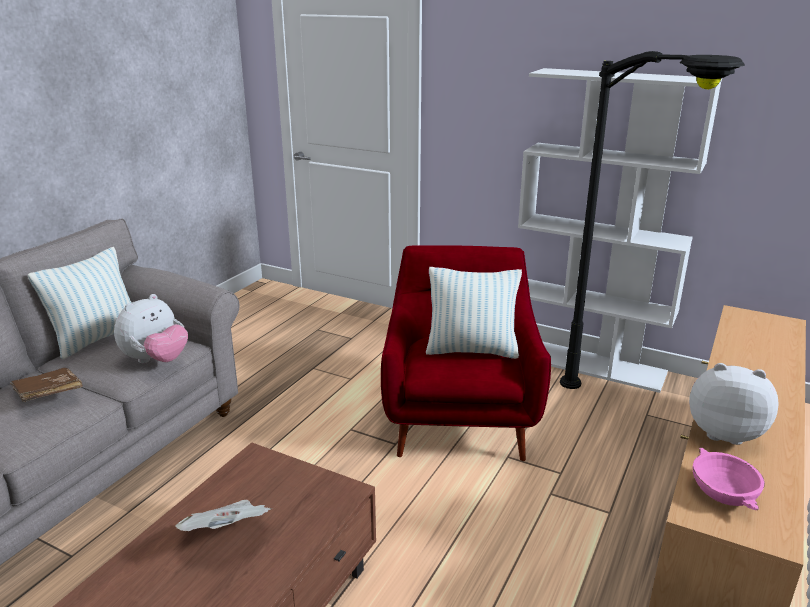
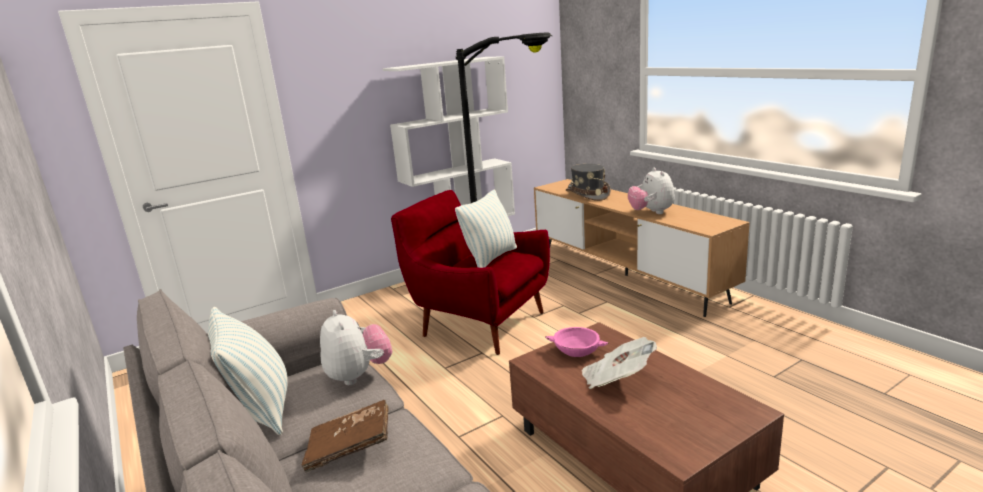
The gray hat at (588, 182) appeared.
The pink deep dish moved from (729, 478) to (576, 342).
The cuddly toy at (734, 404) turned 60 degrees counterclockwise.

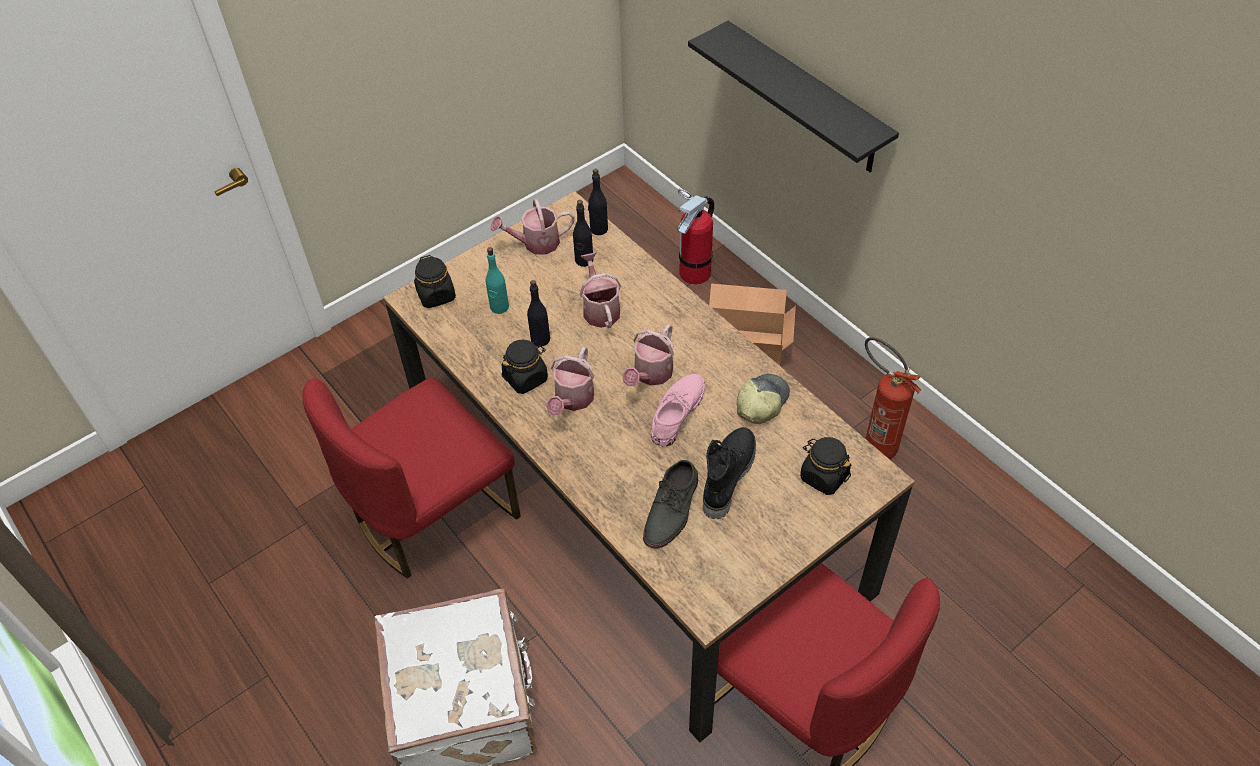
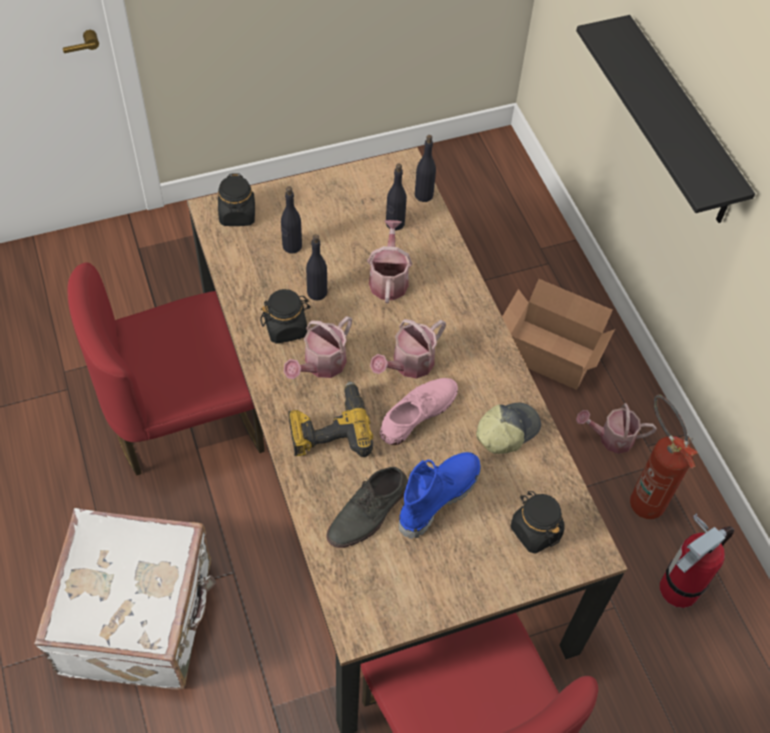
The power drill at (330, 419) appeared.
The sprinkling can moved from (532, 227) to (616, 428).
The fire extinguisher moved from (696, 236) to (697, 561).
The blue-green drink bottle at (497, 280) became the black drink bottle at (291, 220).
The black high-top boot at (729, 473) became the blue high-top boot at (440, 495).

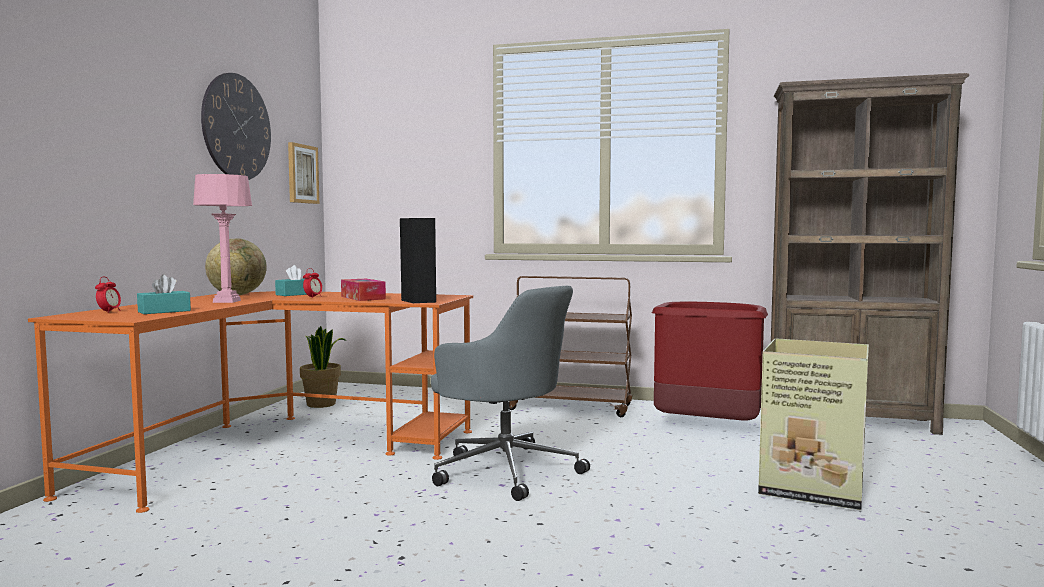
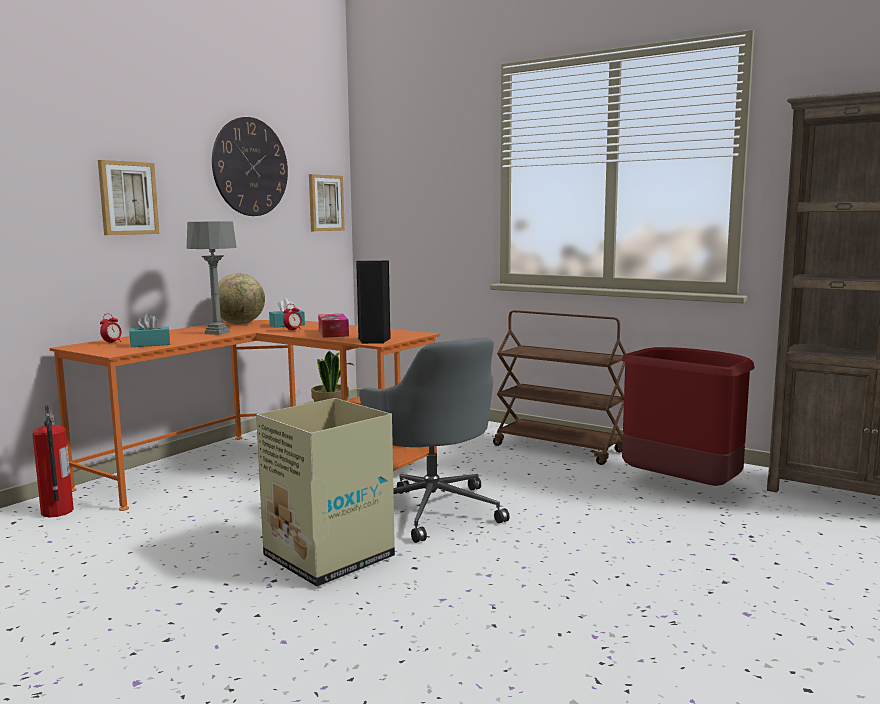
The fire extinguisher at (53, 461) appeared.
The picture at (128, 197) appeared.
The packing box moved from (813, 424) to (325, 492).
The pink table lamp at (222, 238) became the gray table lamp at (212, 278).

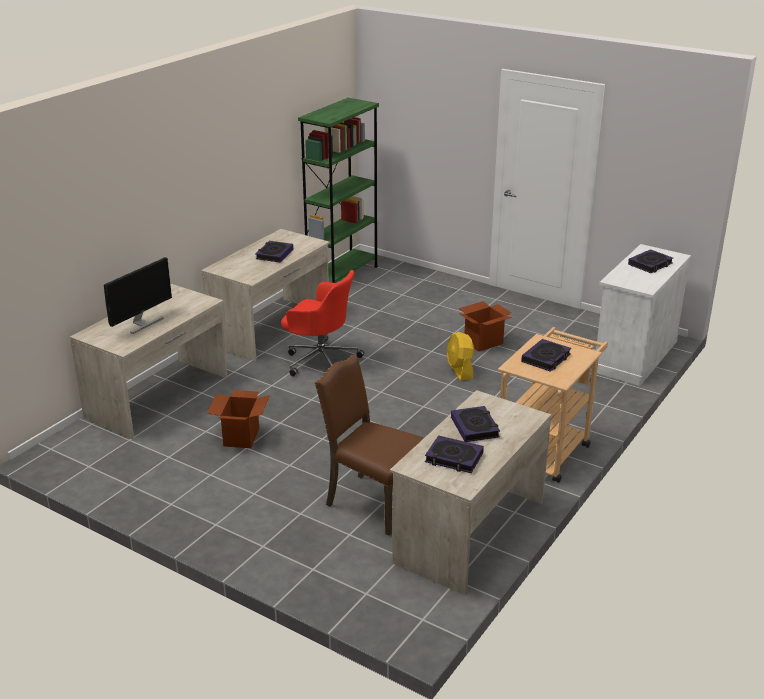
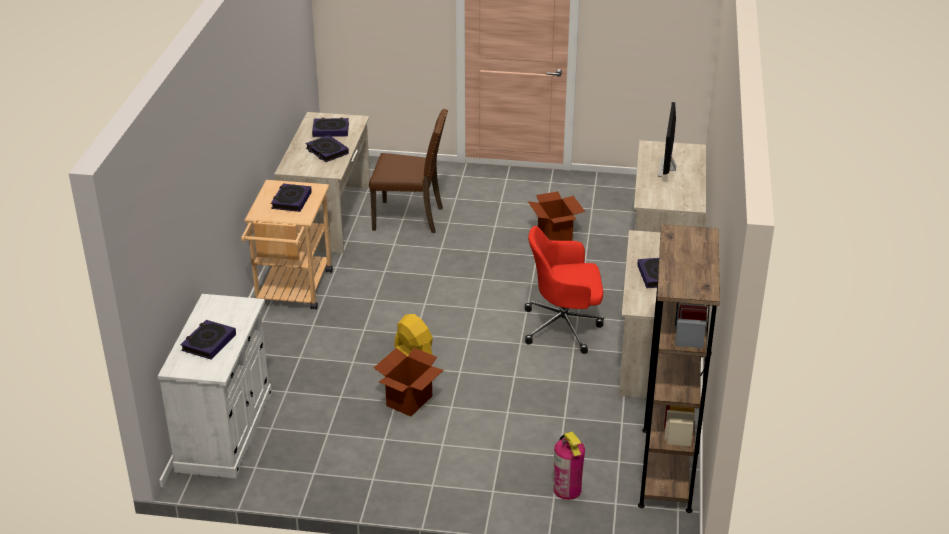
The fire extinguisher at (569, 466) appeared.
The greenish bookshelf at (338, 190) became the brownish bookshelf at (679, 368).

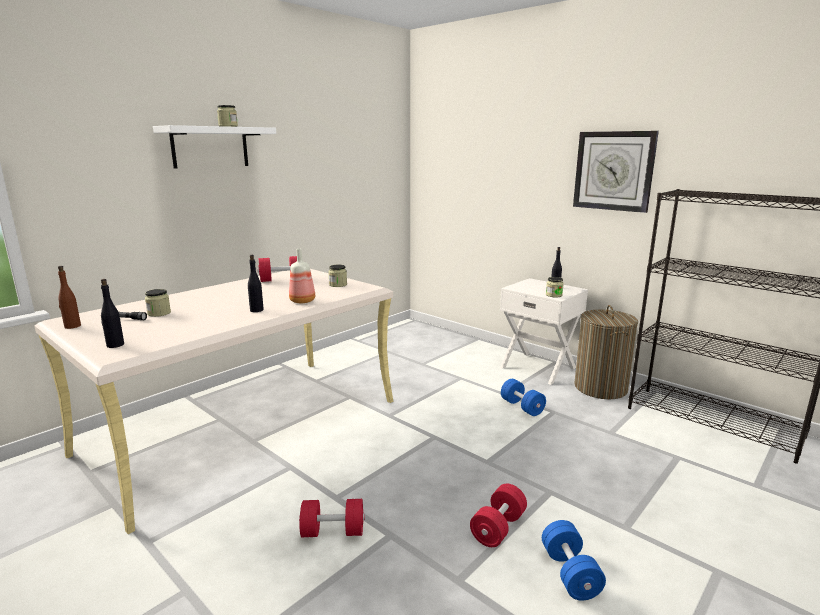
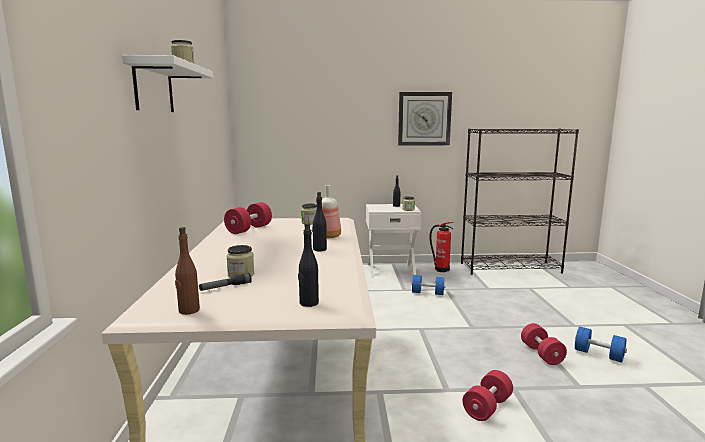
The washing basket at (606, 352) was replaced by the fire extinguisher at (441, 247).

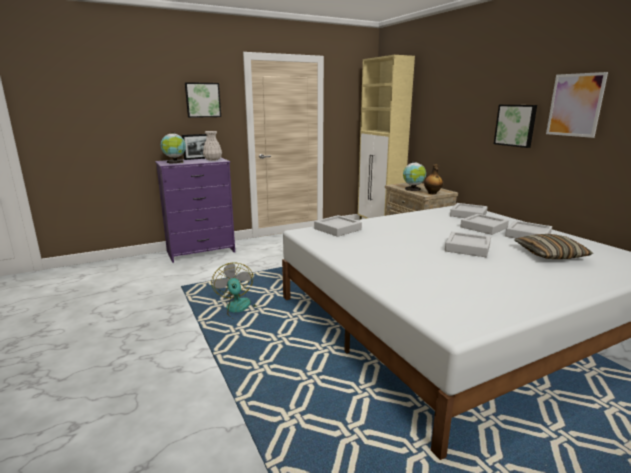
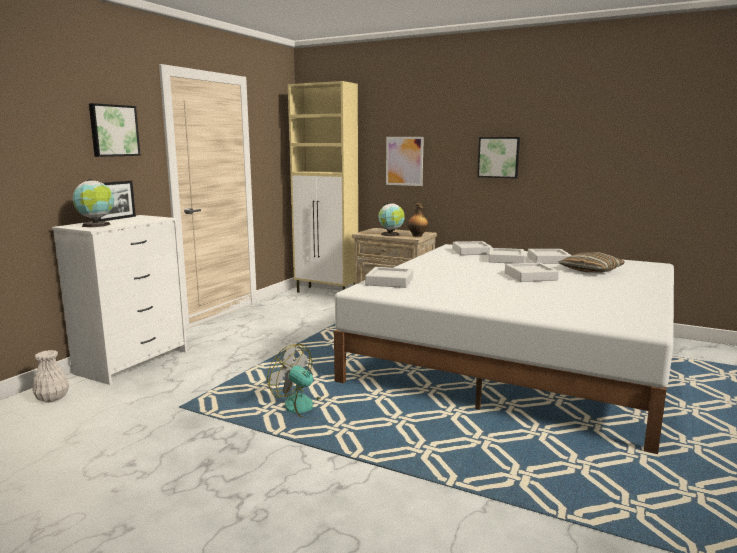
The whitish vase moved from (212, 146) to (50, 376).
The picture moved from (577, 105) to (405, 161).
The purple dresser at (195, 210) became the whitish dresser at (119, 300).

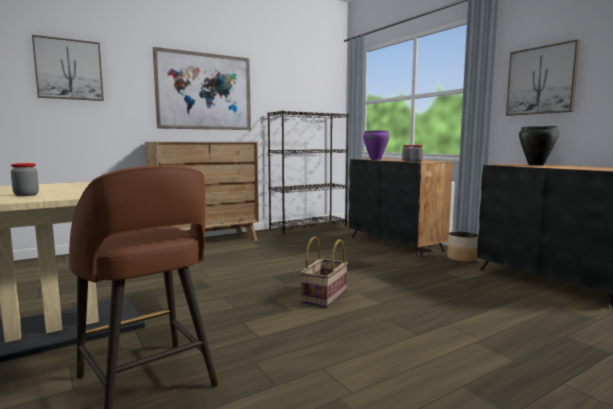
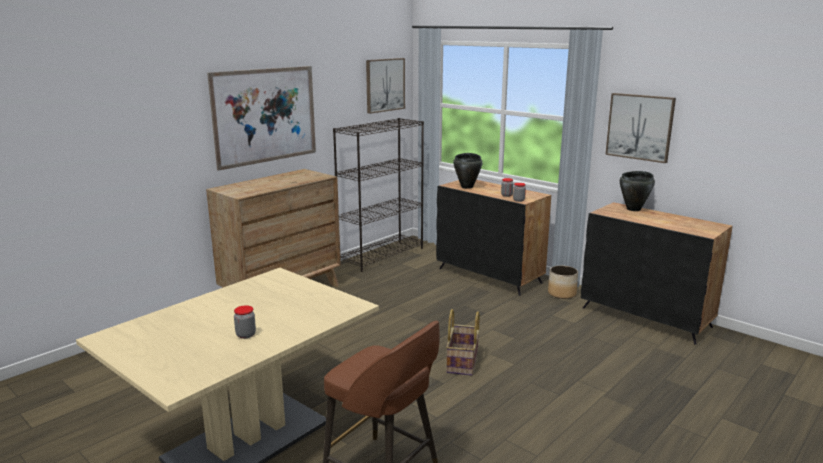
The picture moved from (68, 68) to (385, 86).
The purple saucepot at (376, 145) became the black saucepot at (468, 171).

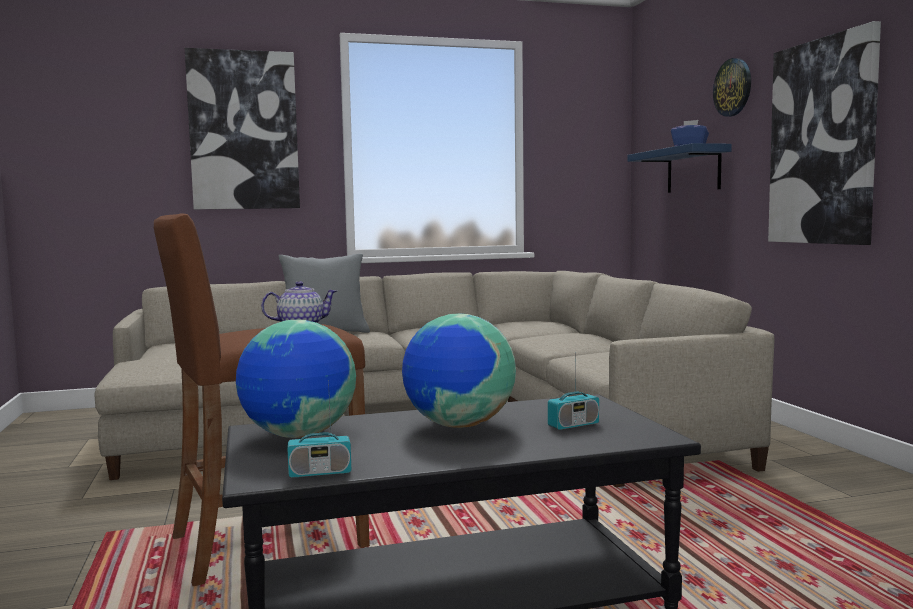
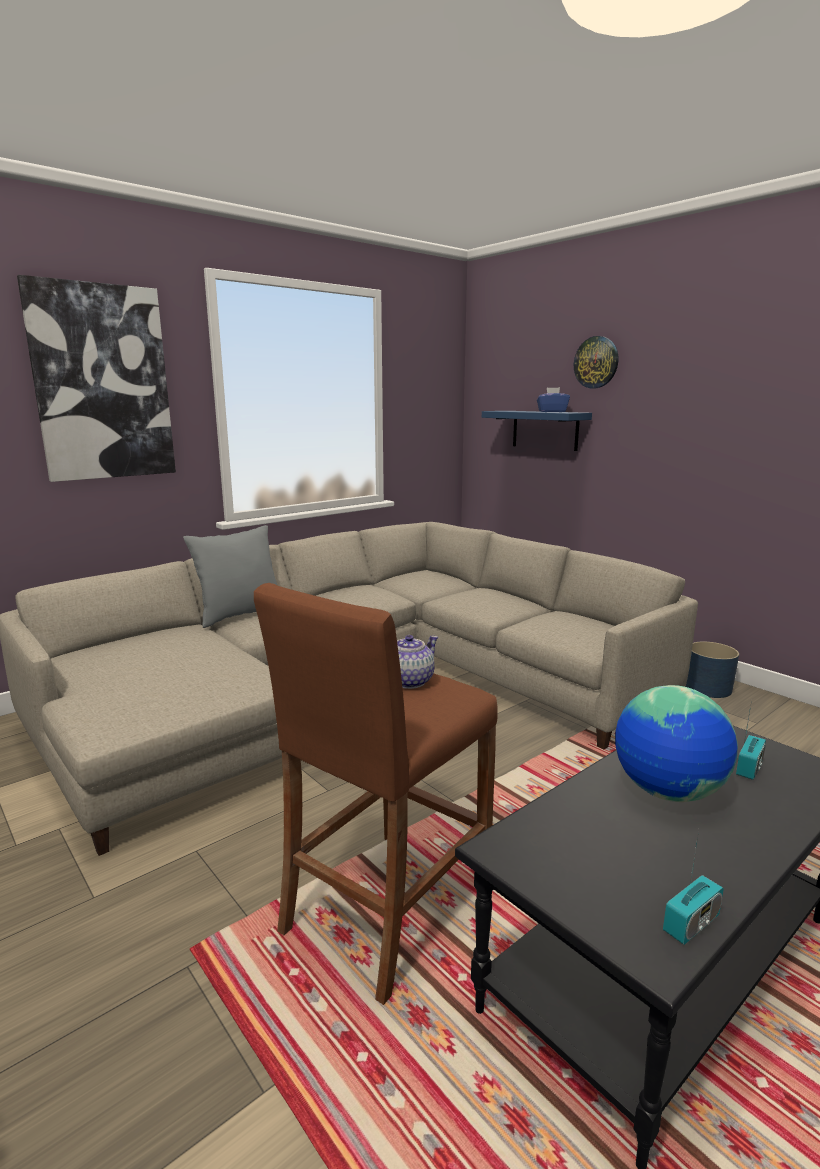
The globe at (296, 379) disappeared.
The picture at (824, 133) disappeared.
The blue plant pot at (712, 670) appeared.

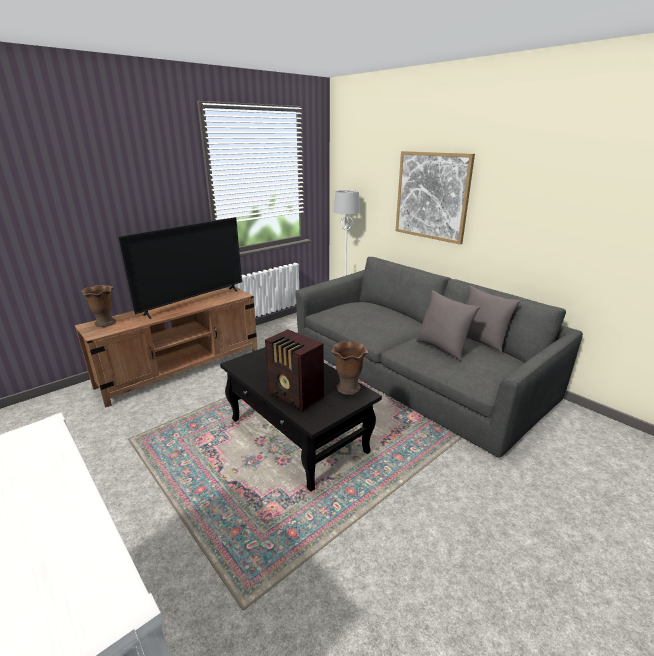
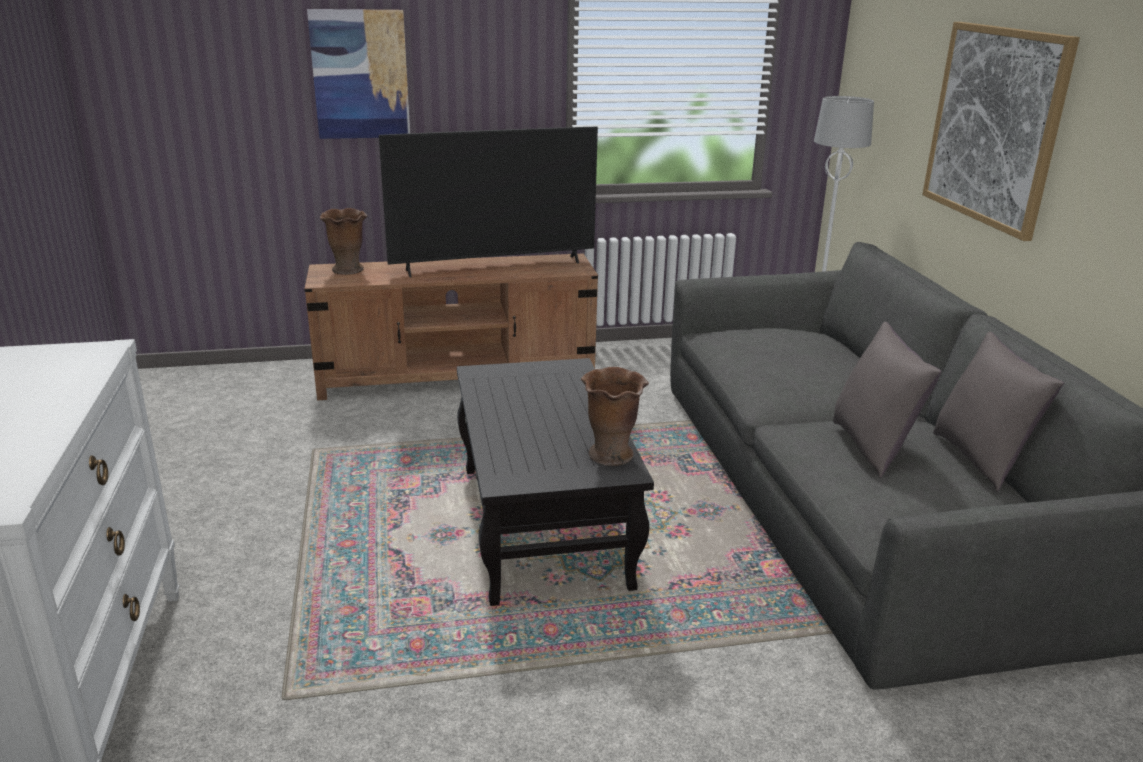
The radio receiver at (294, 370) disappeared.
The picture at (358, 74) appeared.

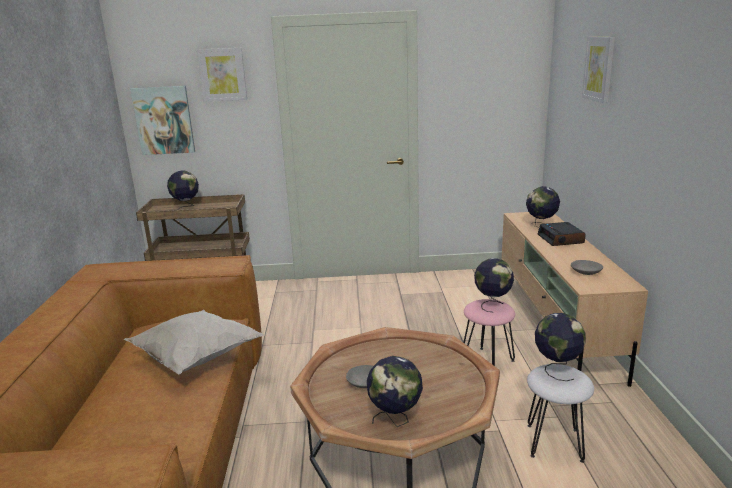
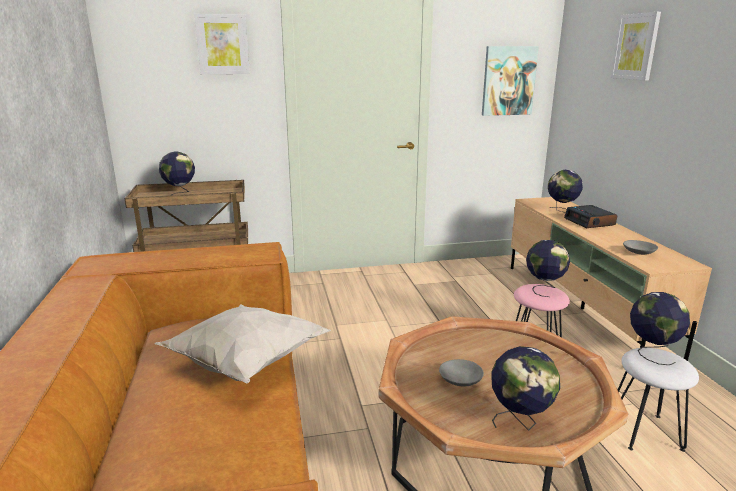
The picture moved from (162, 120) to (510, 81).

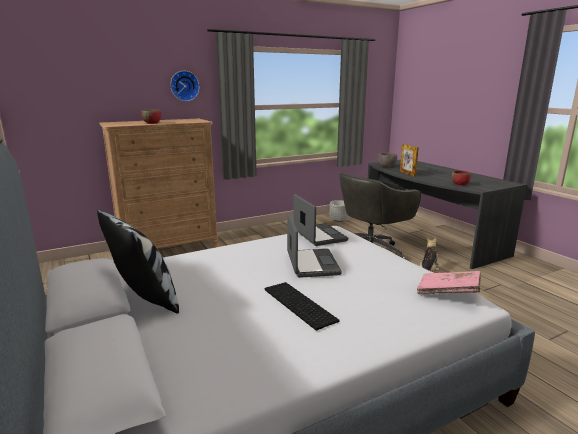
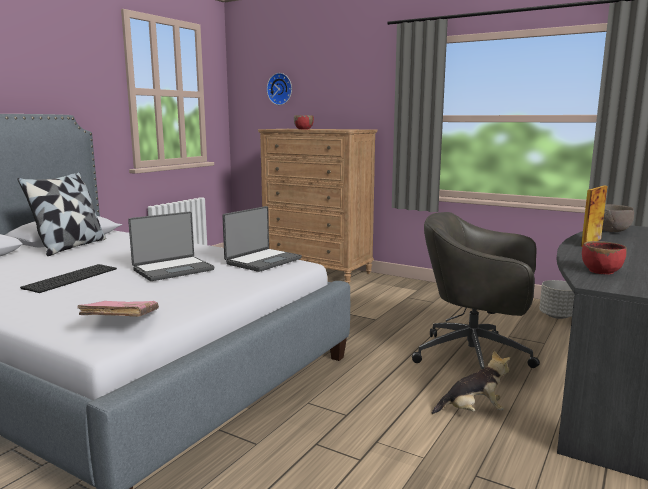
The clock on the wall moved from (185, 86) to (279, 89).

